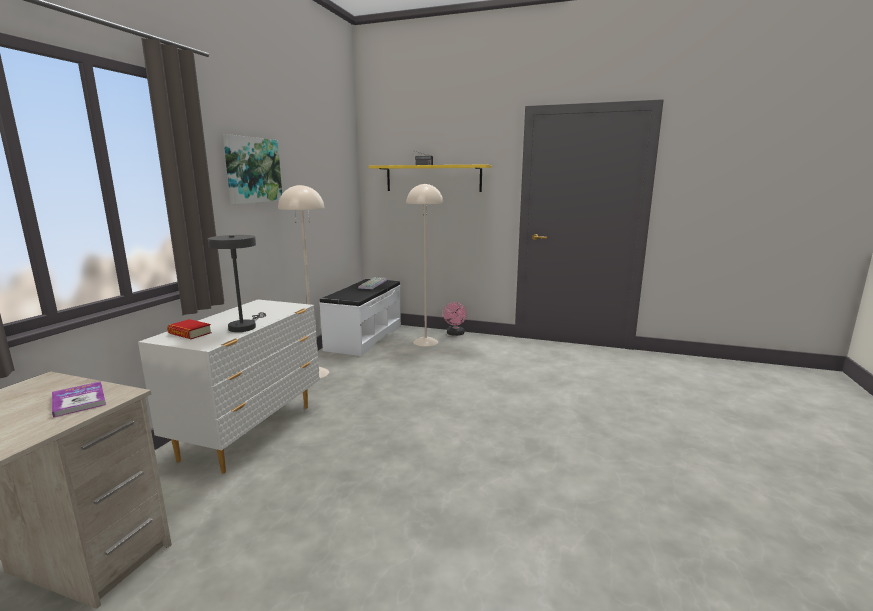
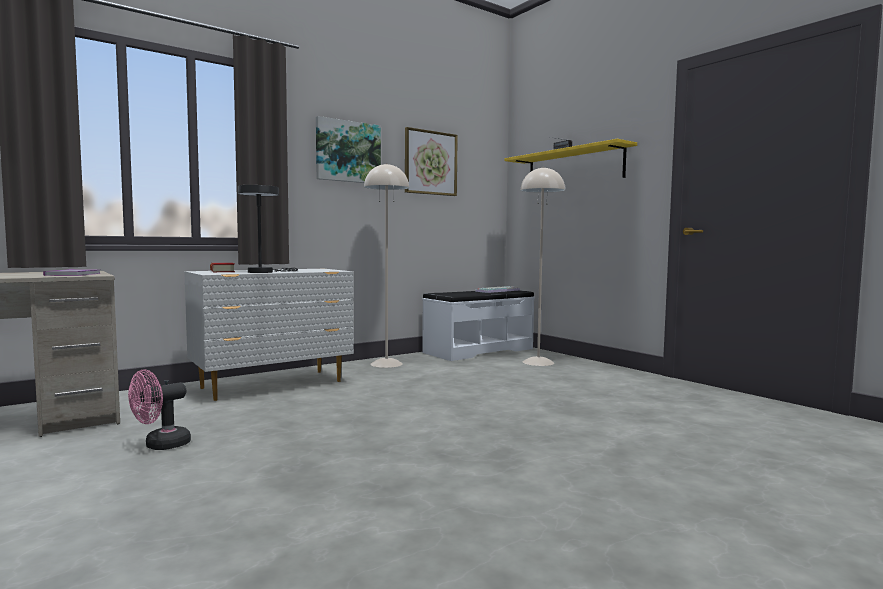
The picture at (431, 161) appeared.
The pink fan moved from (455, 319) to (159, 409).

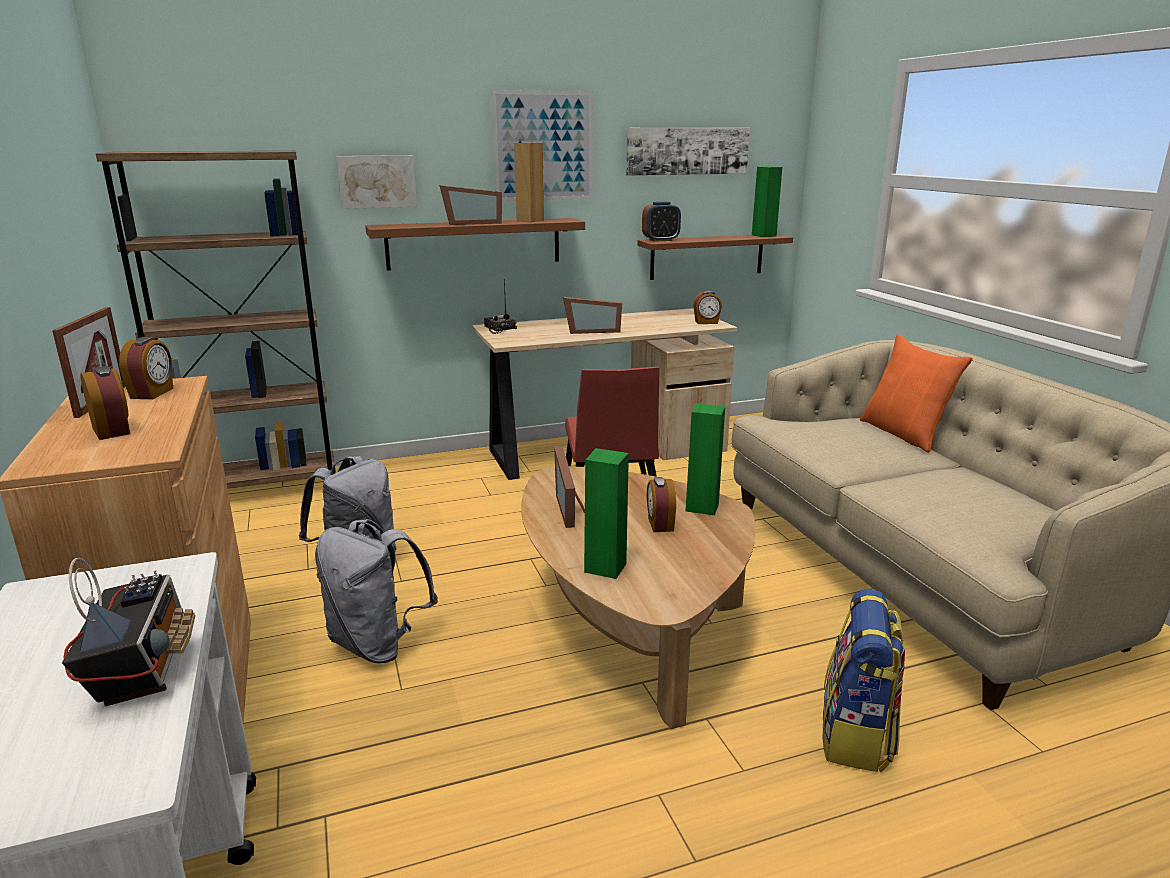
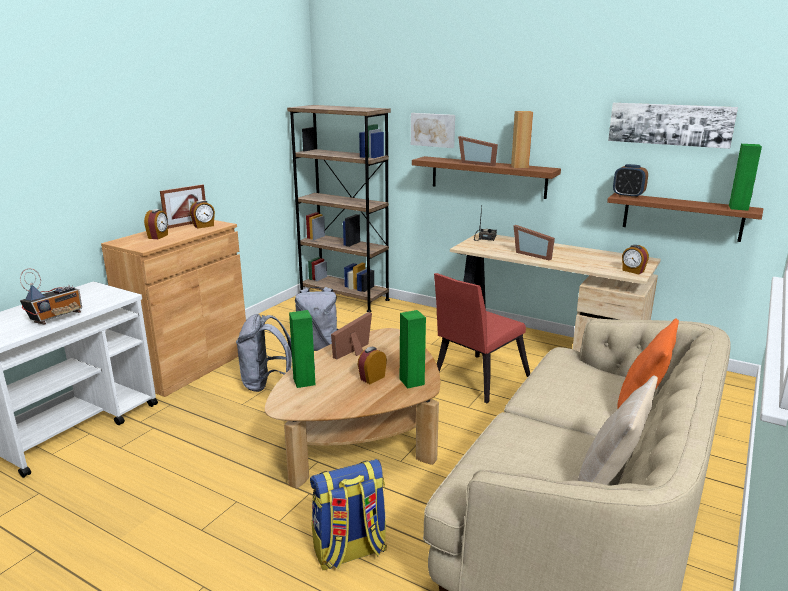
The picture at (542, 145) disappeared.
The beige-coloured throw pillow at (618, 430) appeared.

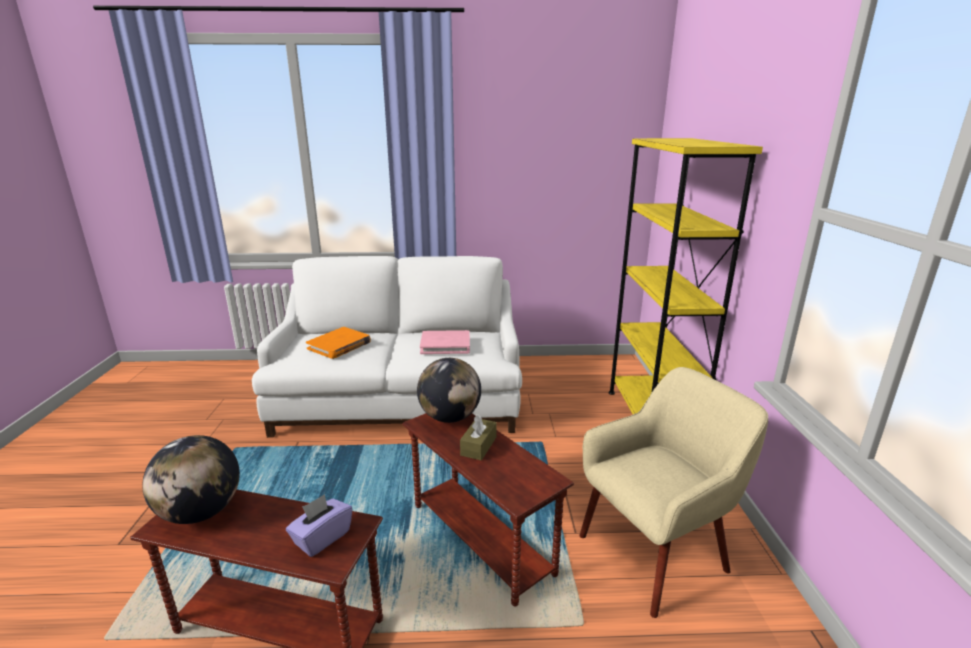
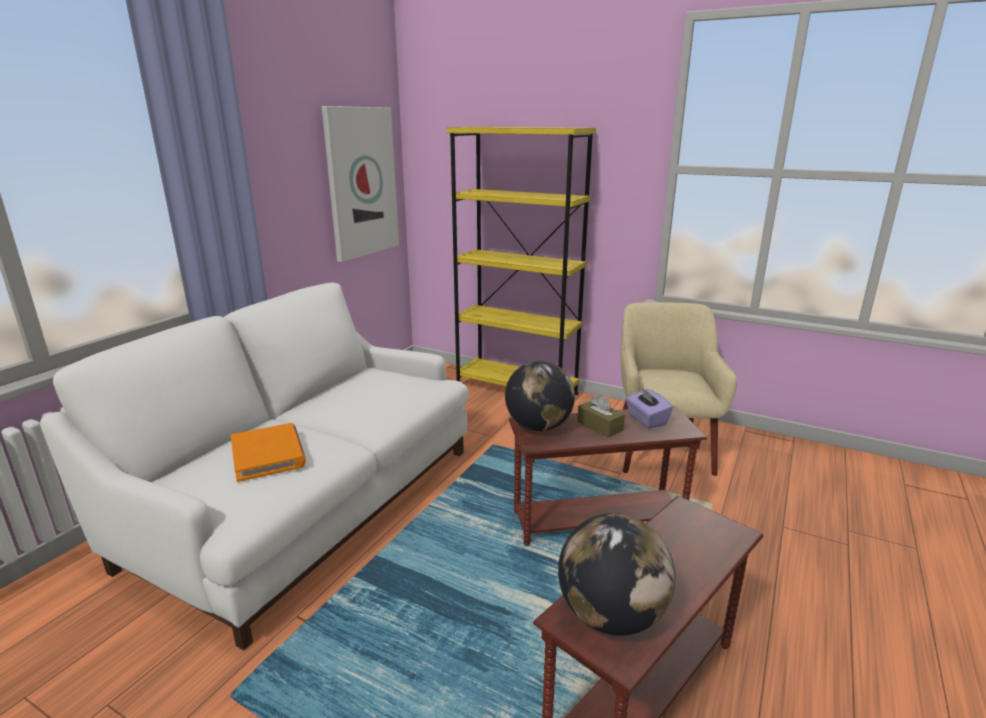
The pink volume at (445, 342) disappeared.
The picture at (360, 184) appeared.
The purple tissue box moved from (319, 525) to (649, 407).

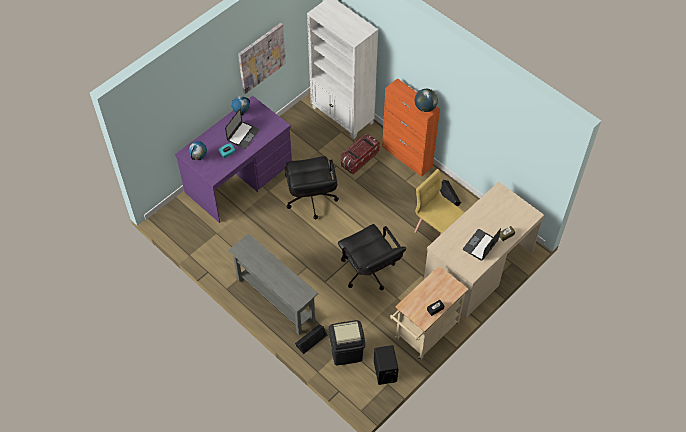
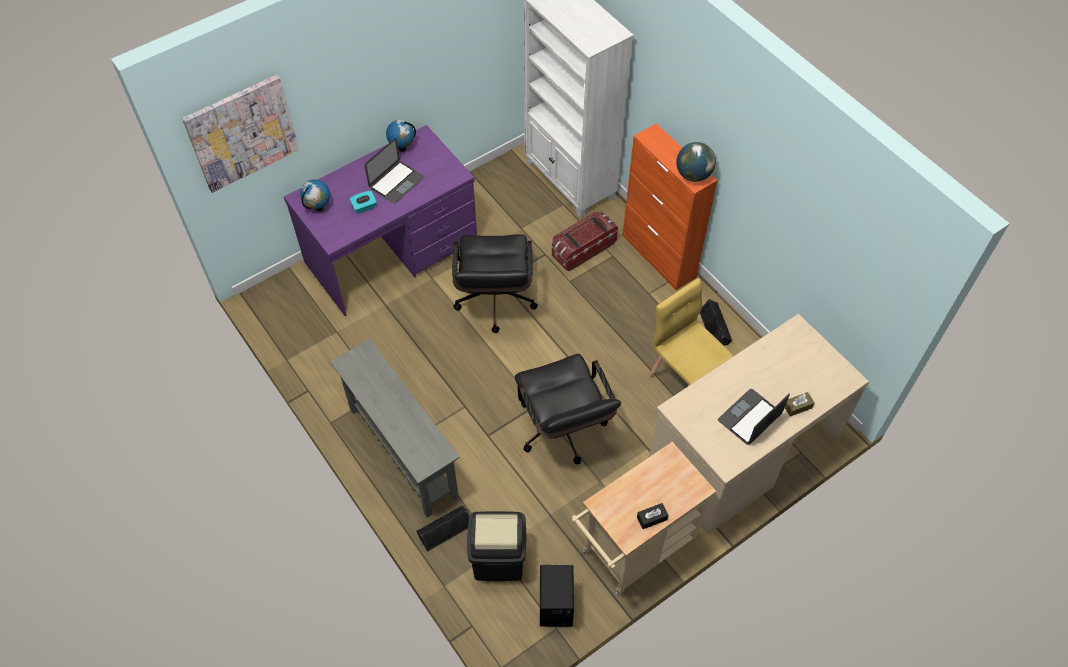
The picture moved from (262, 58) to (240, 134).

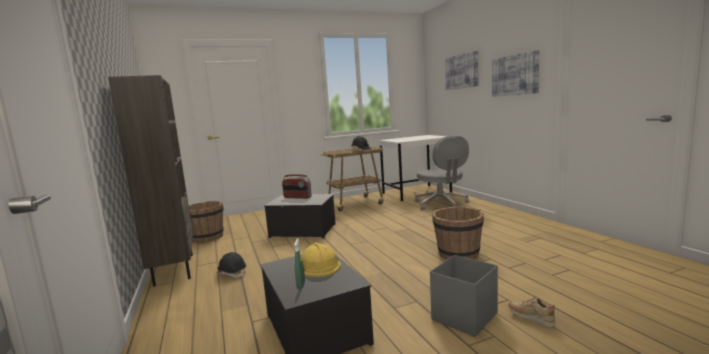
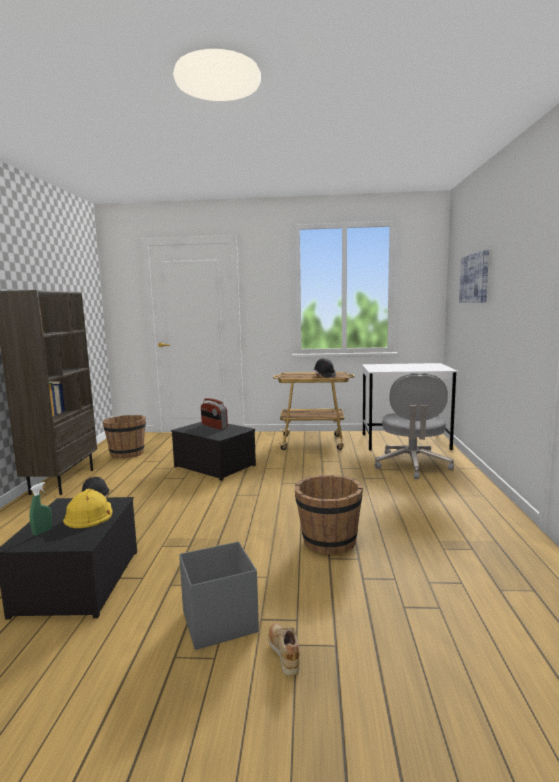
The picture at (515, 73) disappeared.

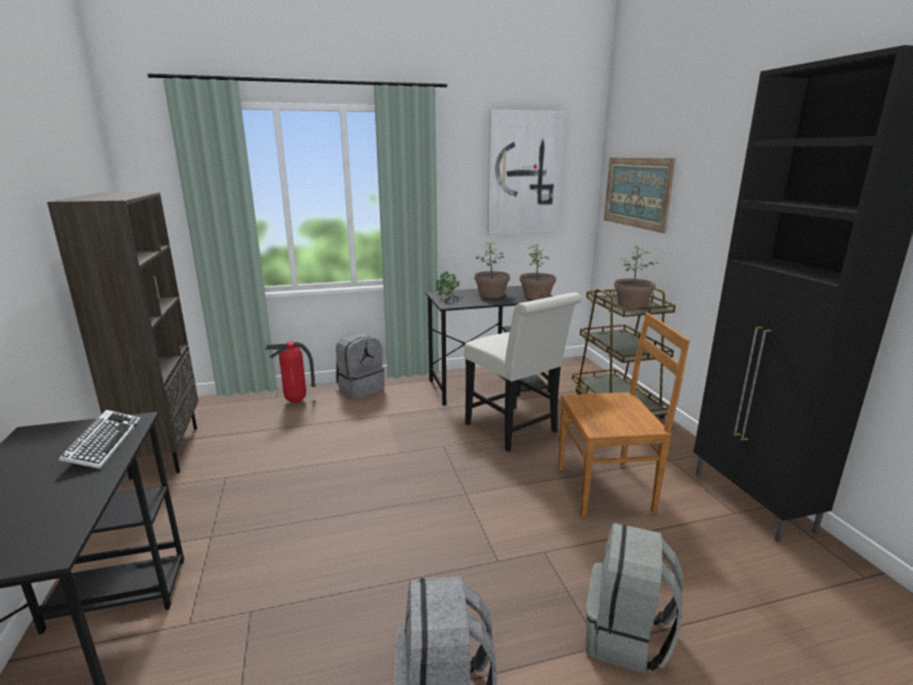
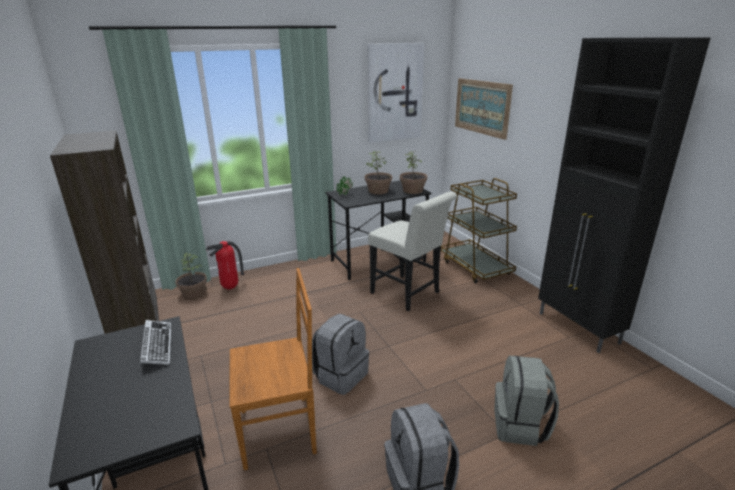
The gray backpack moved from (360, 366) to (340, 354).
The brownish upright chair moved from (624, 415) to (273, 369).
The potted plant moved from (636, 277) to (191, 276).

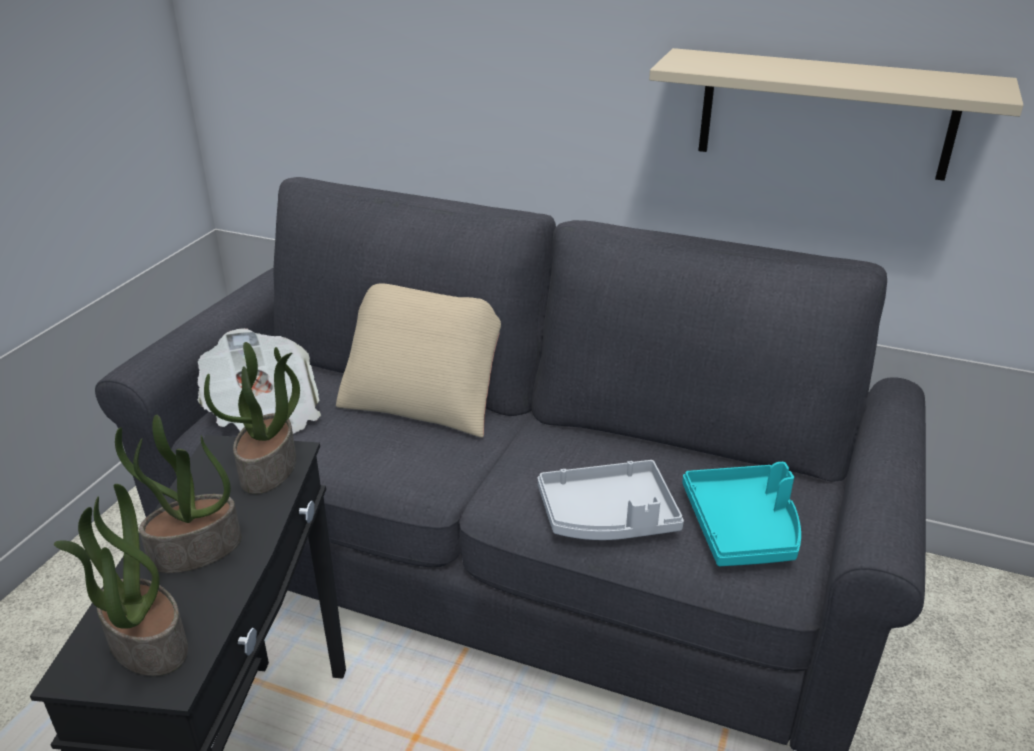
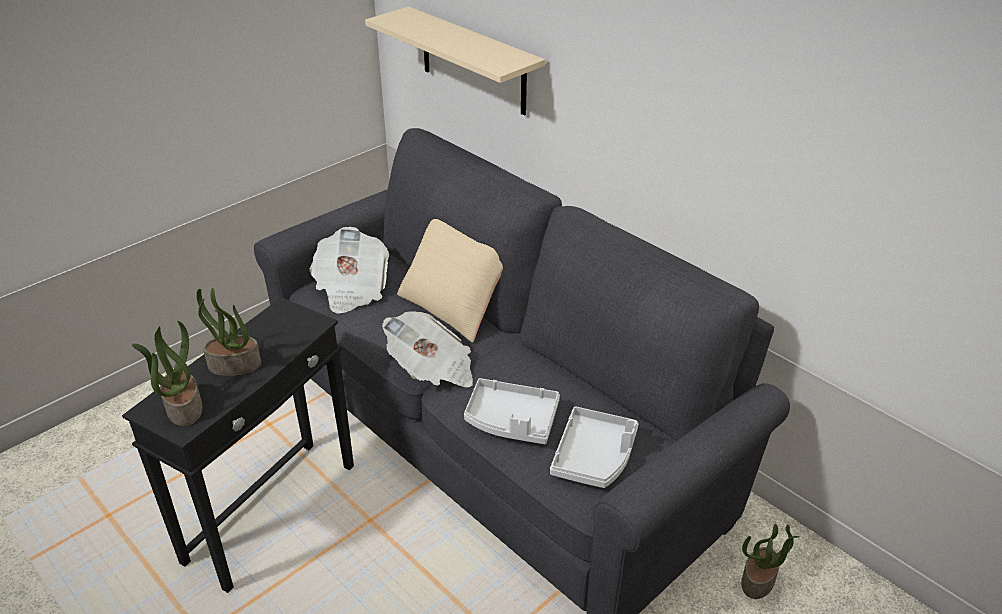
The daily paper at (427, 349) appeared.
The potted plant moved from (252, 418) to (770, 561).
The beige-coloured wall shelf moved from (836, 114) to (455, 61).
The blue-green tray at (741, 514) became the gray tray at (594, 447).

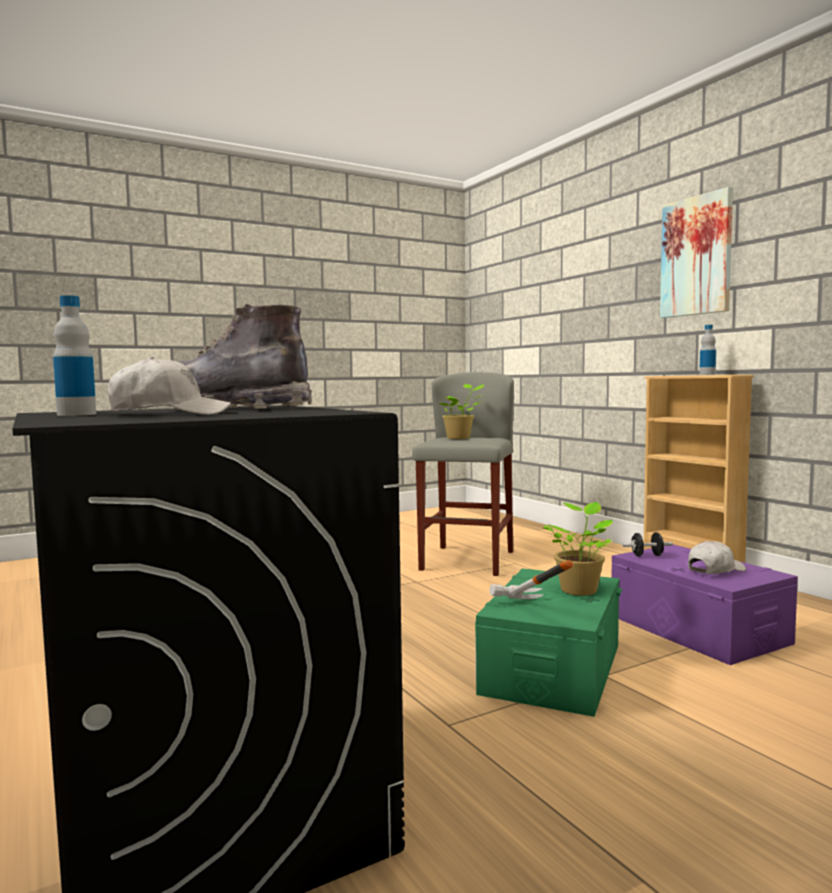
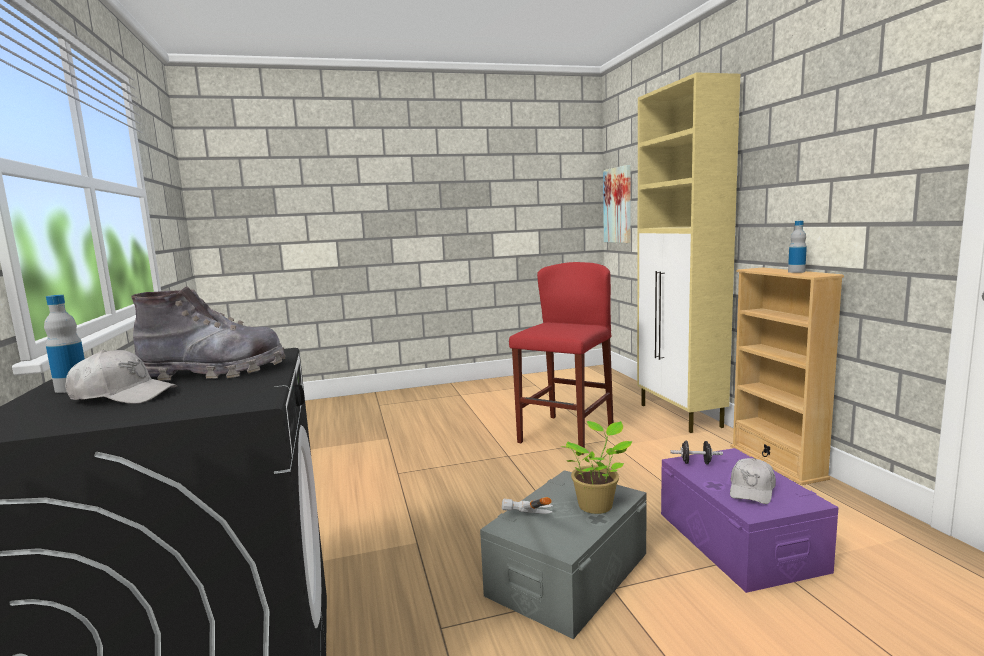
The potted plant at (462, 411) disappeared.
The beige-coloured cabinet at (688, 252) appeared.
The picture moved from (696, 252) to (617, 204).
The gray stool at (463, 474) became the red-coloured stool at (561, 358).
The greenish storage bin at (548, 643) became the gray storage bin at (563, 554).
The gray high-top boot at (239, 356) turned 135 degrees clockwise.
The whitish baseball cap at (717, 557) turned 135 degrees clockwise.

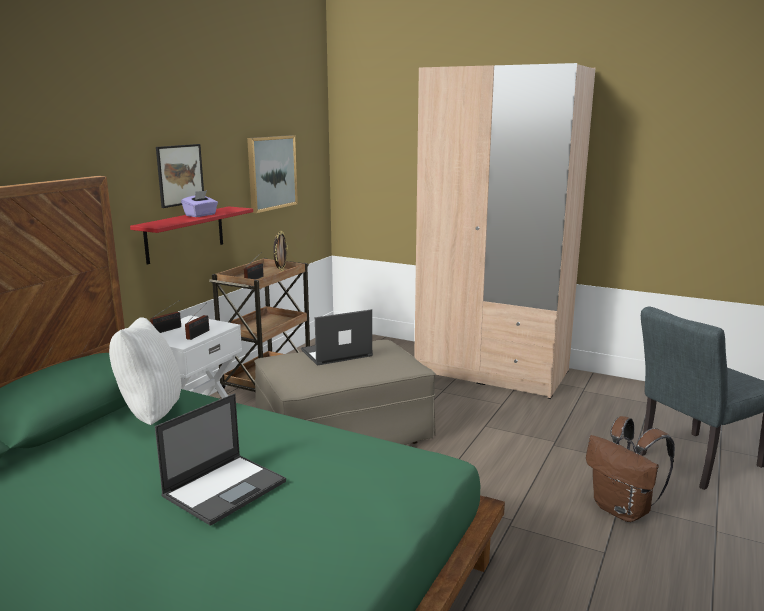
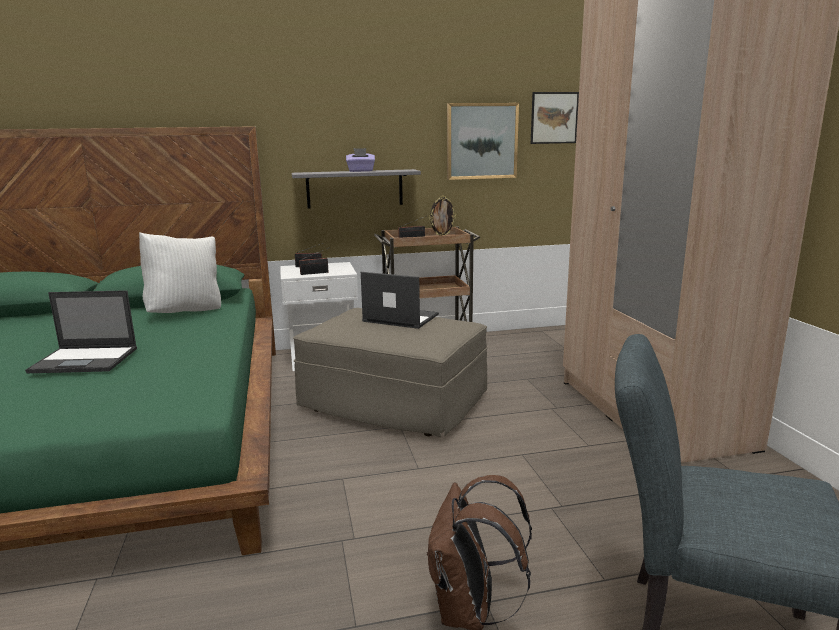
The picture moved from (180, 176) to (555, 118).
The red-coloured wall shelf at (191, 235) became the gray wall shelf at (356, 188).

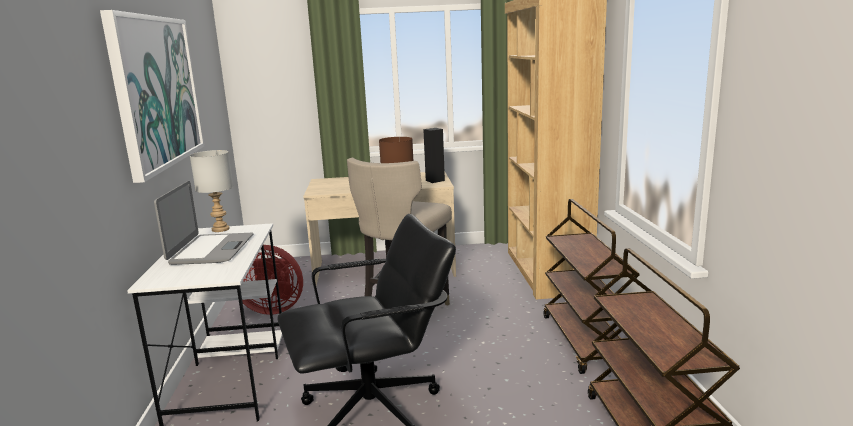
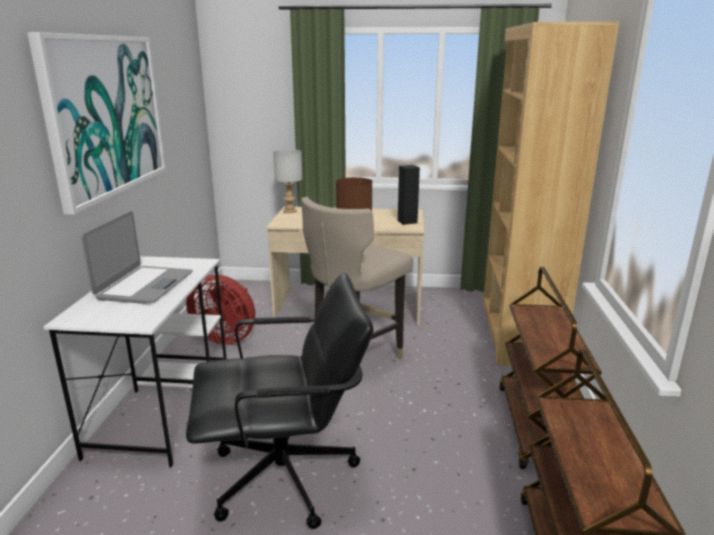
The gray table lamp moved from (211, 191) to (288, 181).

